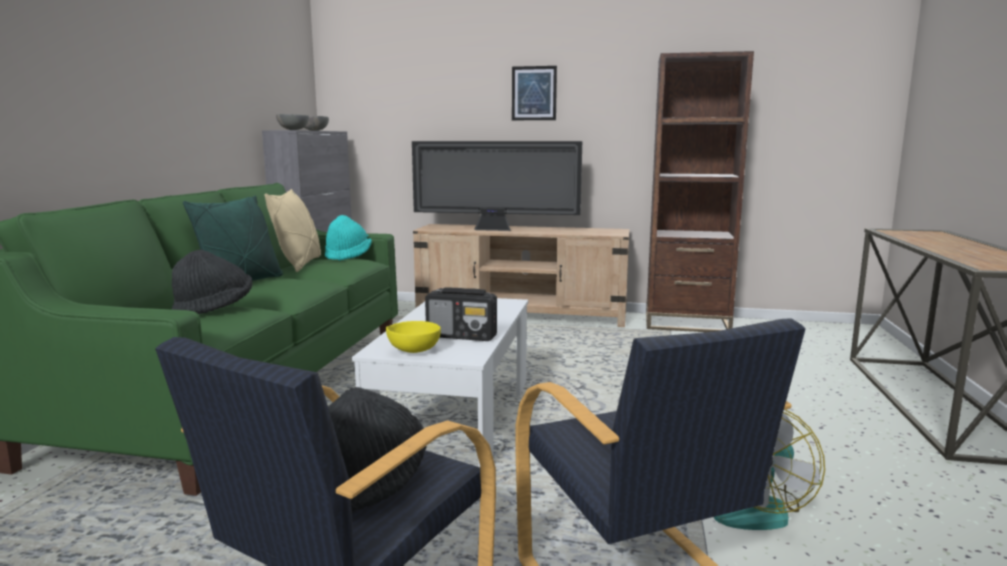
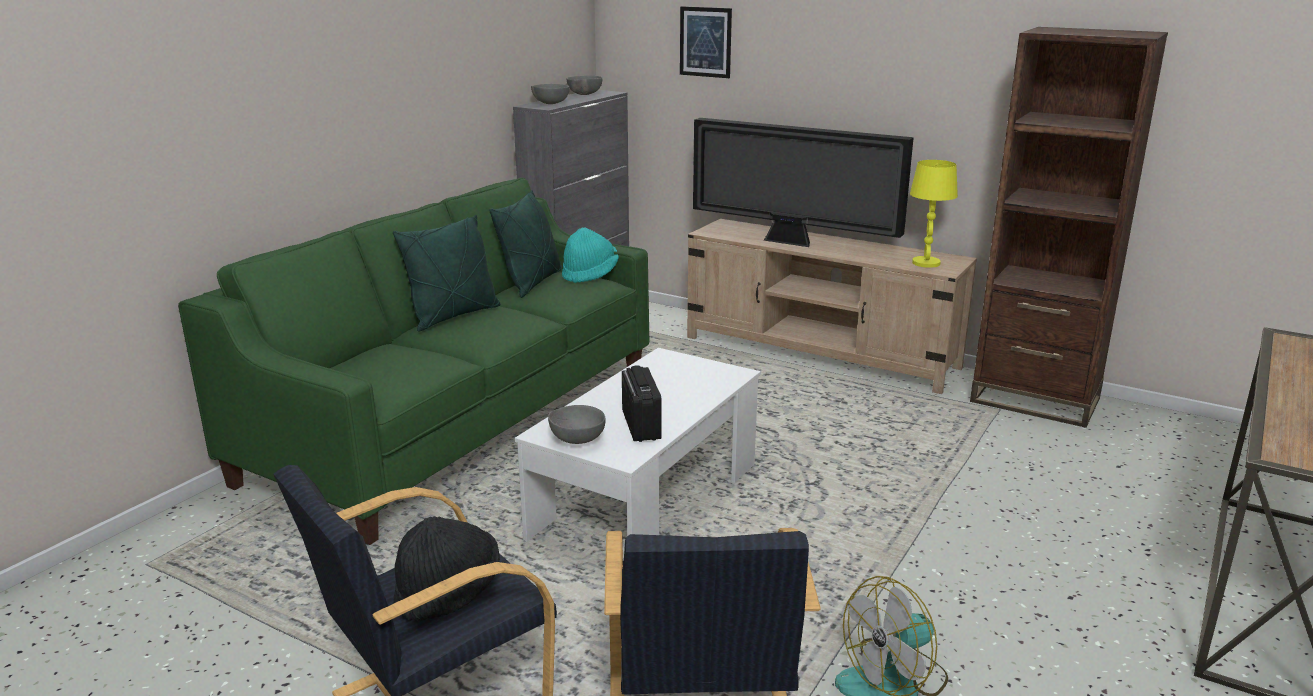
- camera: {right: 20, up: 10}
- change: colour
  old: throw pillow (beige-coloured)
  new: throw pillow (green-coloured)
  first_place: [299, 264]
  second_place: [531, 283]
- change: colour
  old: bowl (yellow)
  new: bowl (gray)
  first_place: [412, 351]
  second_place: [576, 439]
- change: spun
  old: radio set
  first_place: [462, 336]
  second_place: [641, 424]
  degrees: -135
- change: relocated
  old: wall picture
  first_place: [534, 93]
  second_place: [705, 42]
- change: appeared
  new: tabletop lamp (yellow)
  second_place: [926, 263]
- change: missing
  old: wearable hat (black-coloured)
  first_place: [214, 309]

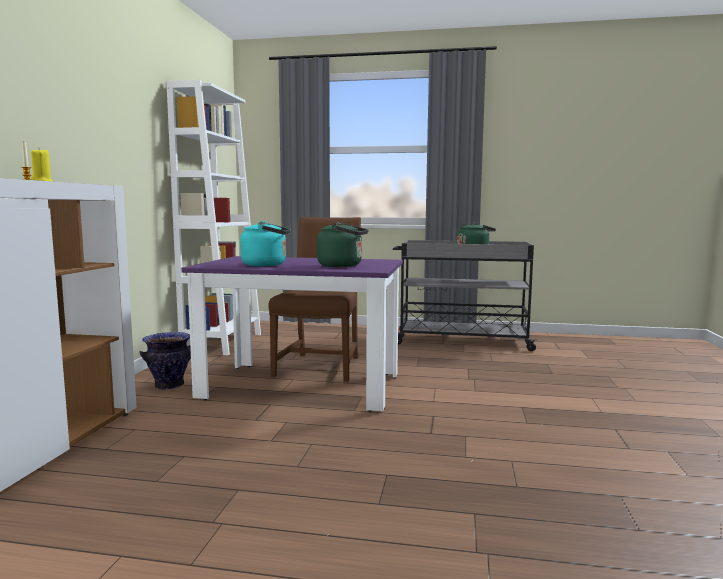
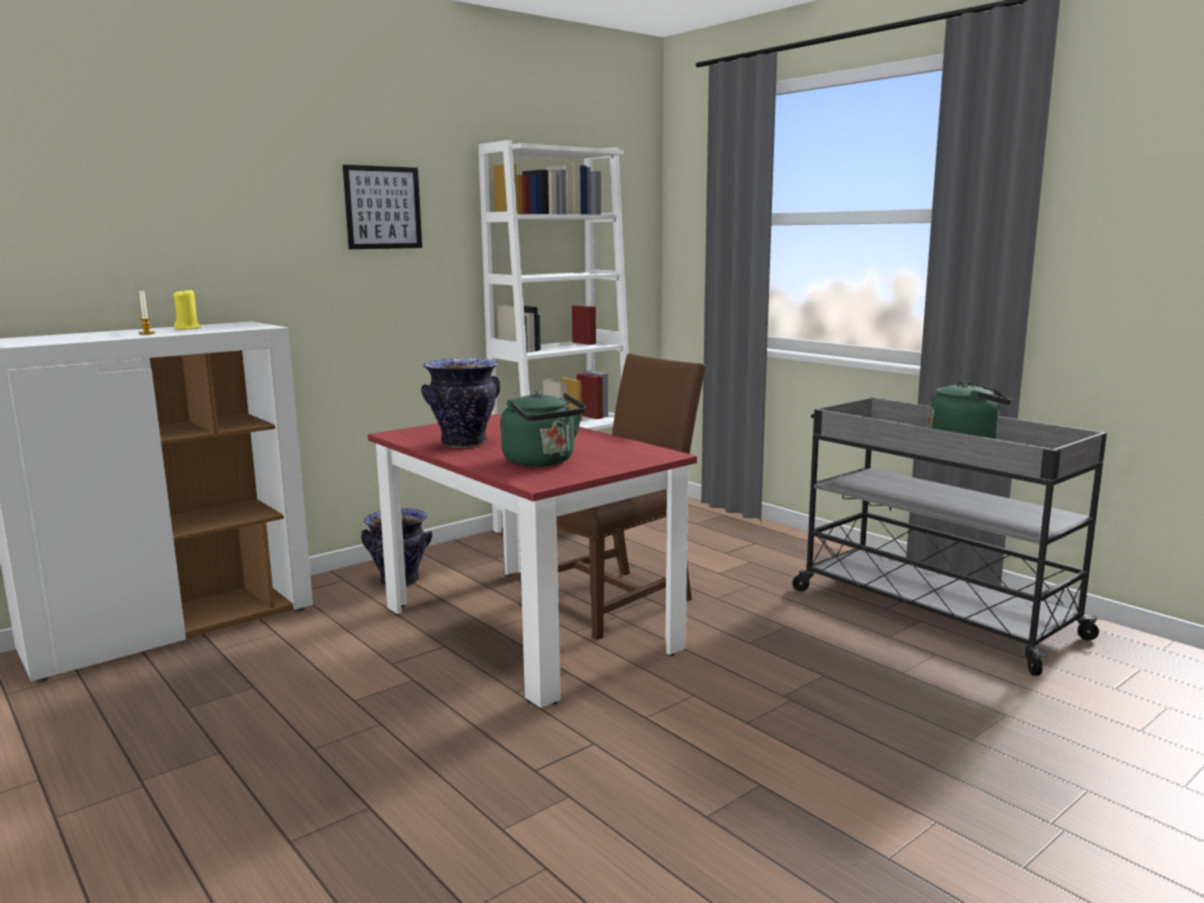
- camera: {right: 40, up: 5}
- change: appeared
  new: wall picture
  second_place: [383, 207]
- change: colour
  old: dining table (purplish)
  new: dining table (red)
  first_place: [302, 386]
  second_place: [528, 629]
- change: exchanged
  old: kettle (turquoise)
  new: decorative vase
  first_place: [267, 265]
  second_place: [464, 444]

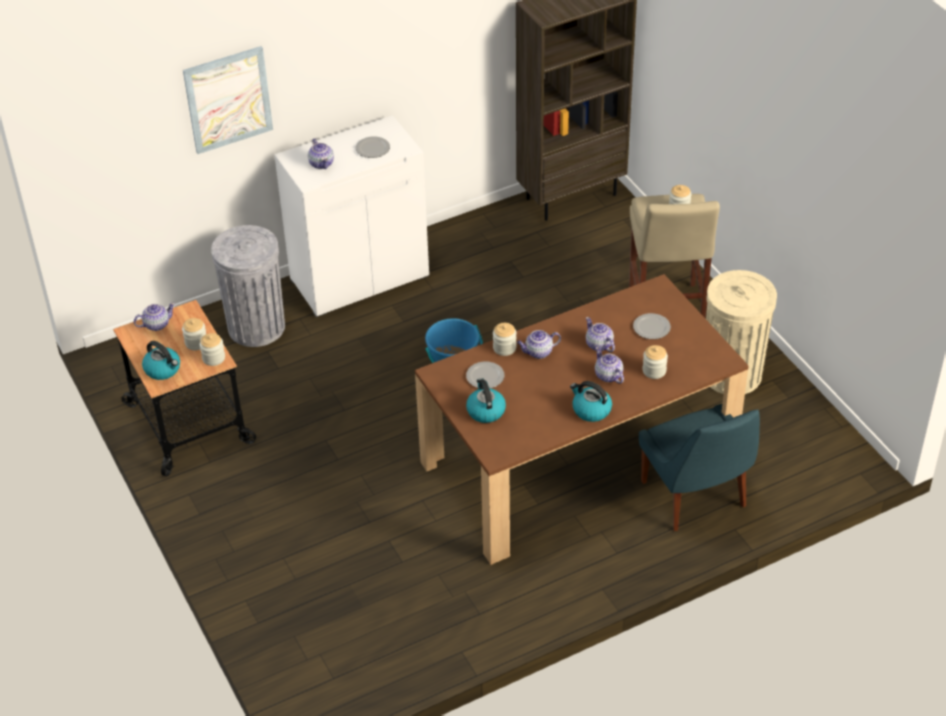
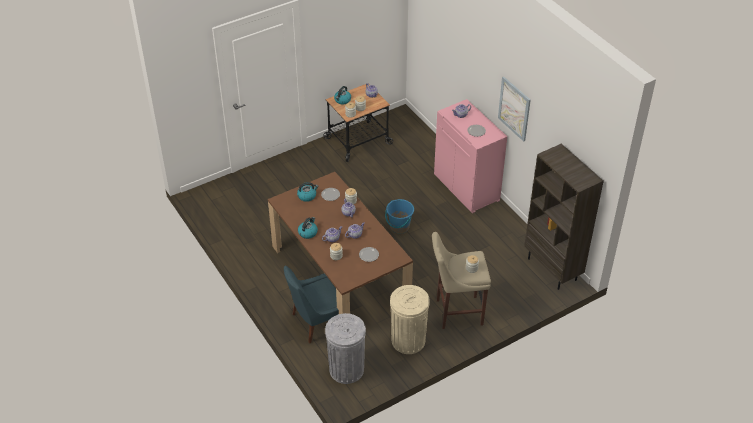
- camera: {right: 85, up: 0}
- change: relocated
  old: waste bin (gray)
  first_place: [256, 327]
  second_place: [346, 369]
- change: colour
  old: cupboard (white-coloured)
  new: cupboard (pink)
  first_place: [359, 277]
  second_place: [467, 187]
- change: relocated
  old: wall picture
  first_place: [228, 99]
  second_place: [514, 108]

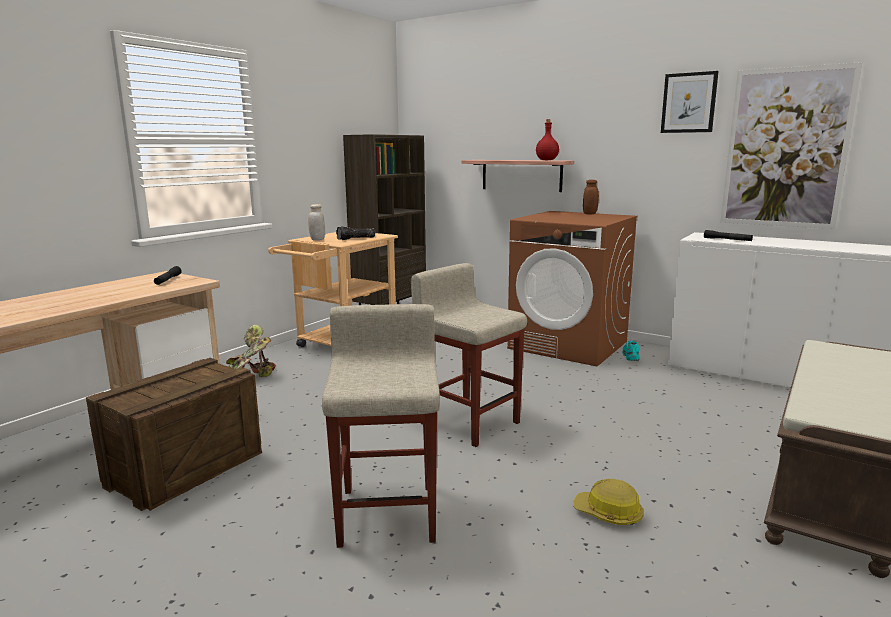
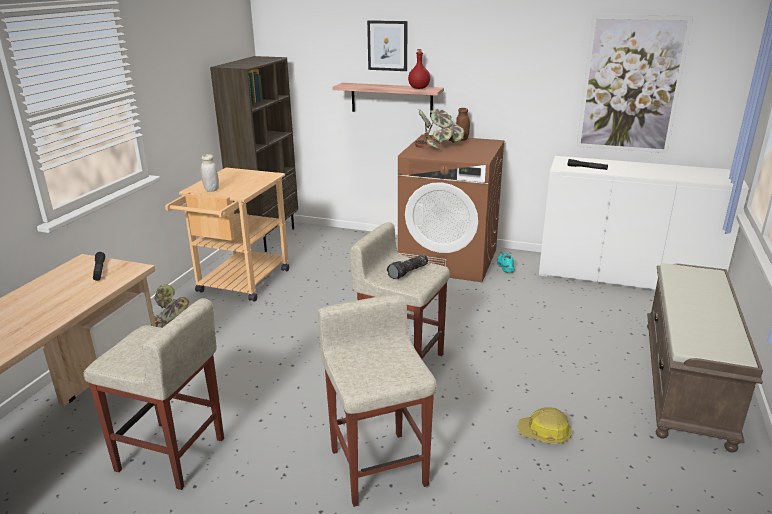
- camera: {right: -15, up: 10}
- change: exchanged
  old: crate
  new: stool (beige-coloured)
  first_place: [184, 469]
  second_place: [172, 455]
- change: relocated
  old: wall picture
  first_place: [688, 103]
  second_place: [387, 45]
- change: relocated
  old: flashlight
  first_place: [356, 239]
  second_place: [408, 272]
- change: appeared
  new: houseplant
  second_place: [438, 146]

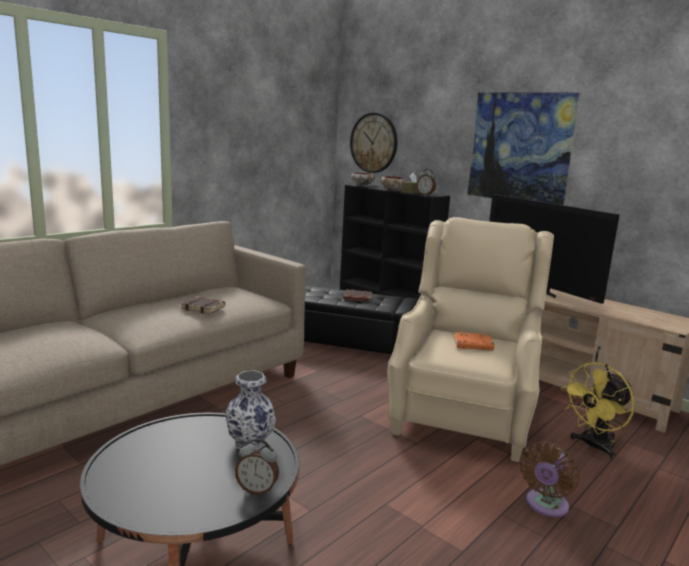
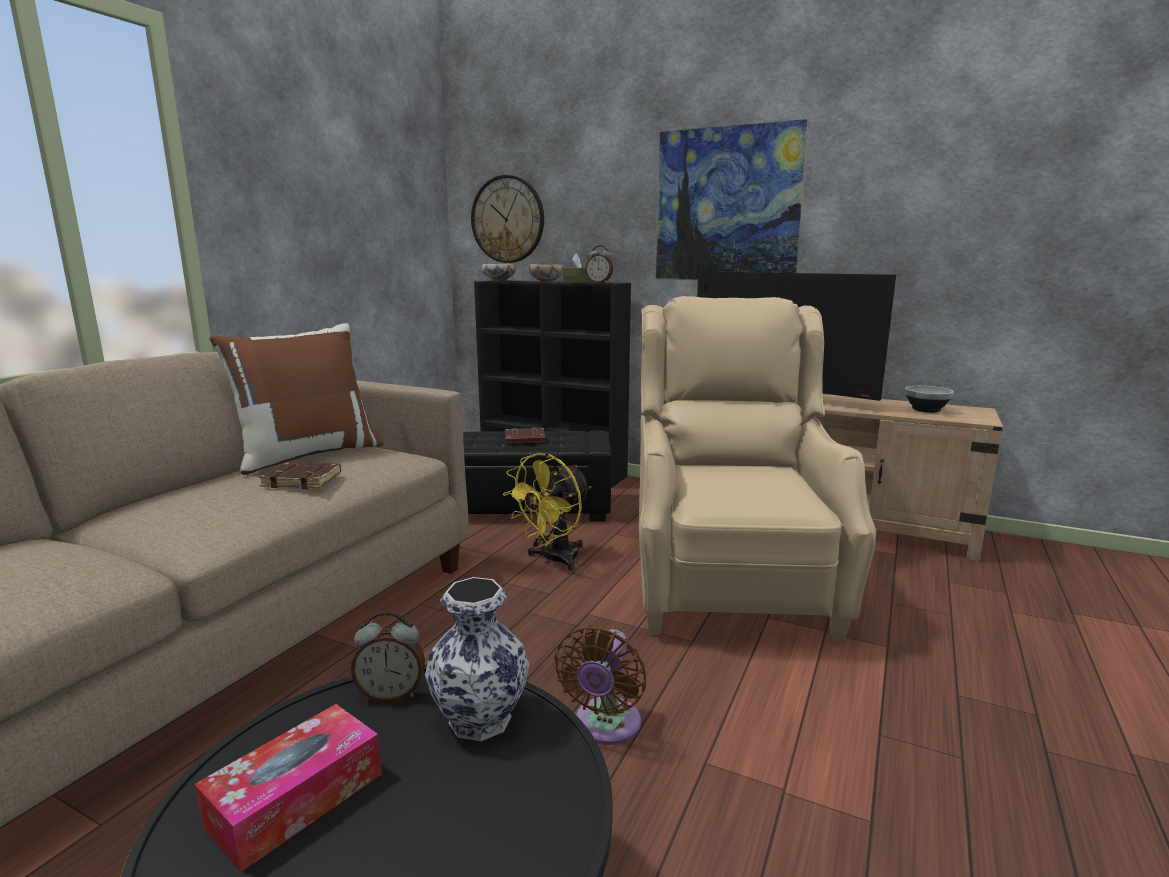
- camera: {right: -15, up: 0}
- change: appeared
  new: tissue holder
  second_place: [296, 799]
- change: appeared
  new: throw pillow (brown-coloured)
  second_place: [308, 455]
- change: relocated
  old: alarm clock
  first_place: [257, 489]
  second_place: [391, 694]
- change: relocated
  old: fan (yellow)
  first_place: [593, 446]
  second_place: [553, 560]
- change: relocated
  old: fan (brown-coloured)
  first_place: [545, 506]
  second_place: [605, 727]
- change: appeared
  new: bowl
  second_place: [926, 410]
- change: missing
  old: bound book (orangey)
  first_place: [472, 345]

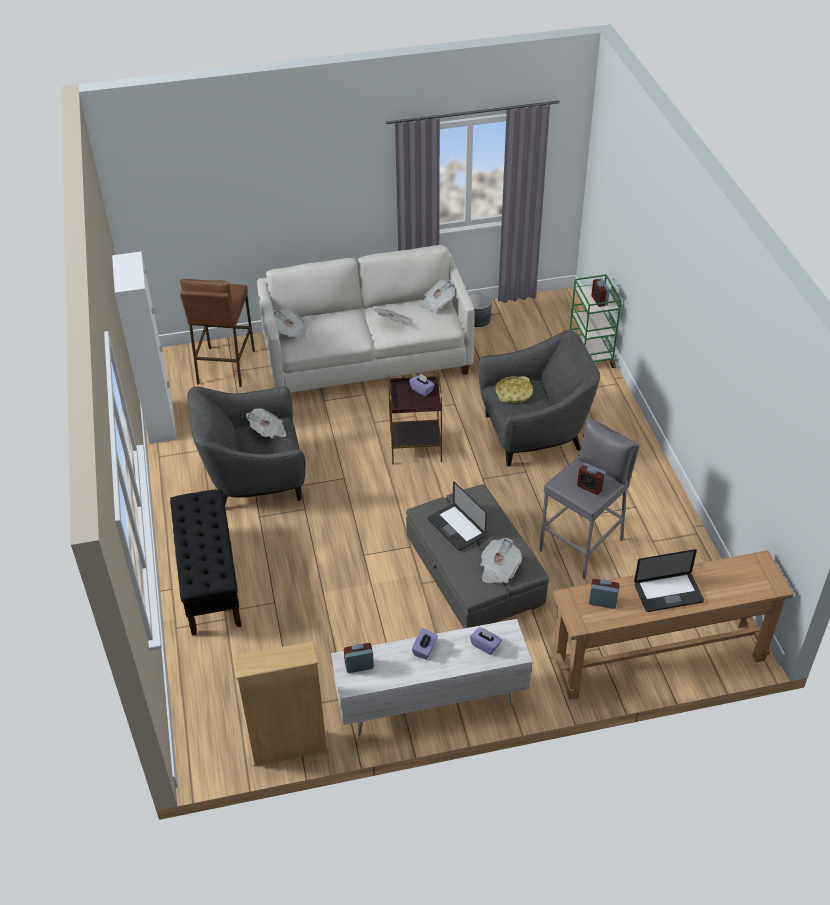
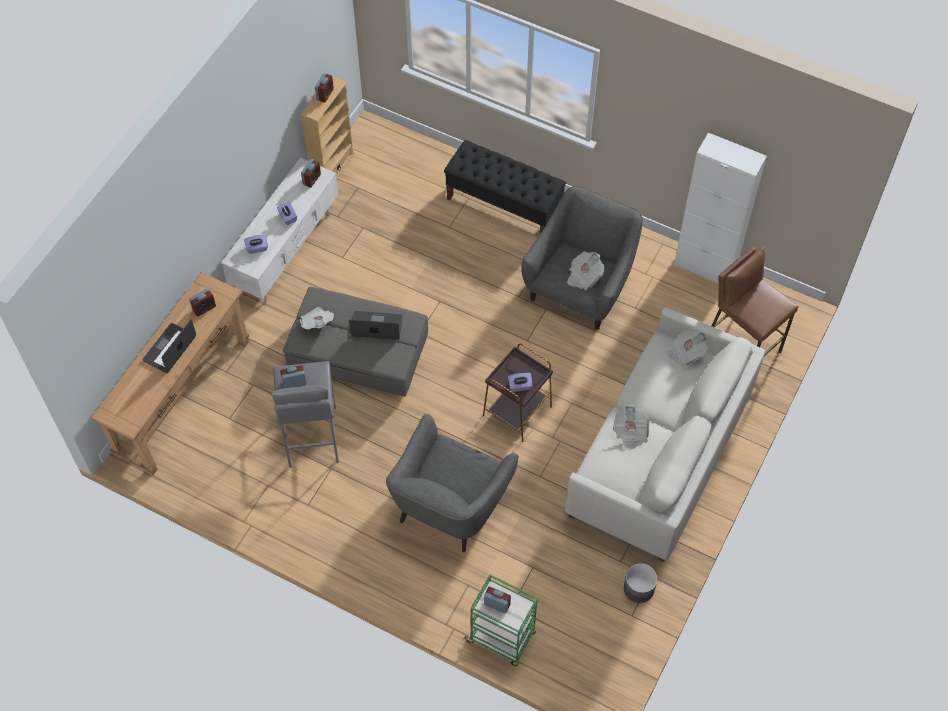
- camera: {right: 130, up: 15}
- change: appeared
  new: alarm clock
  second_place: [325, 94]
- change: missing
  old: printed paper
  first_place: [436, 303]
- change: missing
  old: carrying tray (yellow)
  first_place: [514, 392]

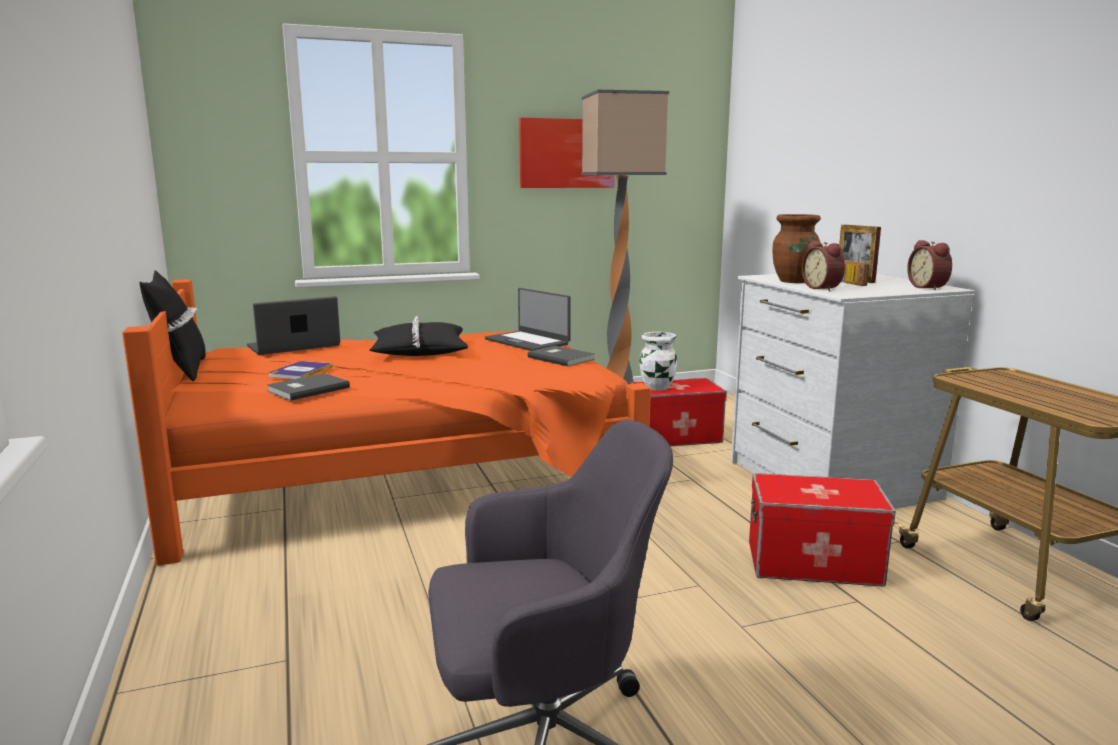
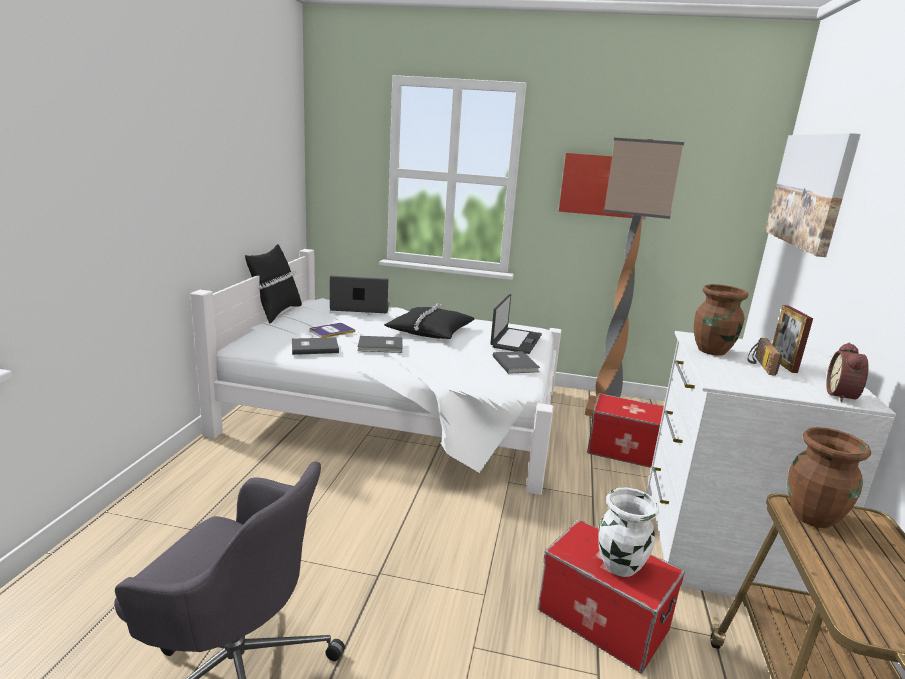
- camera: {right: 30, up: 5}
- change: colour
  old: bedroom bed (orangey)
  new: bedroom bed (white-coloured)
  first_place: [405, 467]
  second_place: [400, 412]
- change: appeared
  new: bound book (gray)
  second_place: [381, 346]
- change: spun
  old: portable computer
  first_place: [528, 341]
  second_place: [515, 341]
  degrees: -150
- change: relocated
  old: decorative vase (white-coloured)
  first_place: [657, 387]
  second_place: [619, 566]
- change: appeared
  new: wall picture
  second_place: [810, 190]
- change: appeared
  new: decorative vase (brown-coloured)
  second_place: [813, 517]
- change: missing
  old: alarm clock
  first_place: [823, 288]

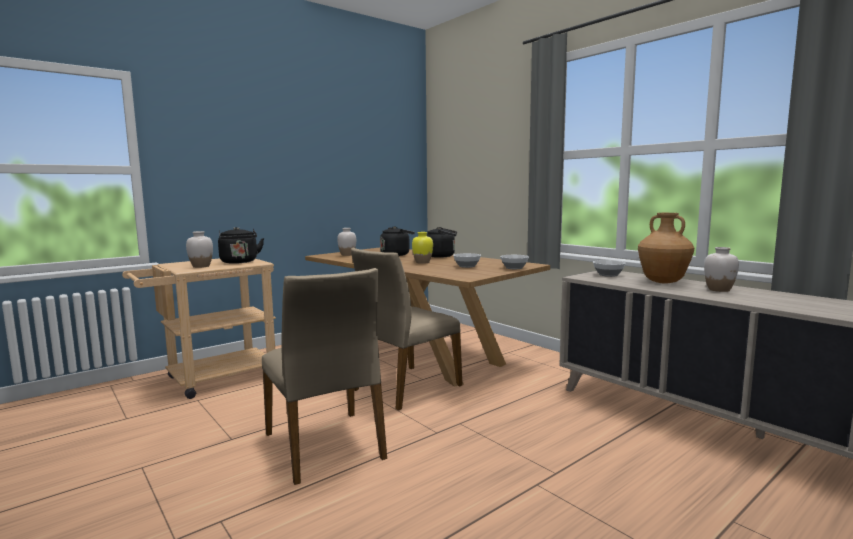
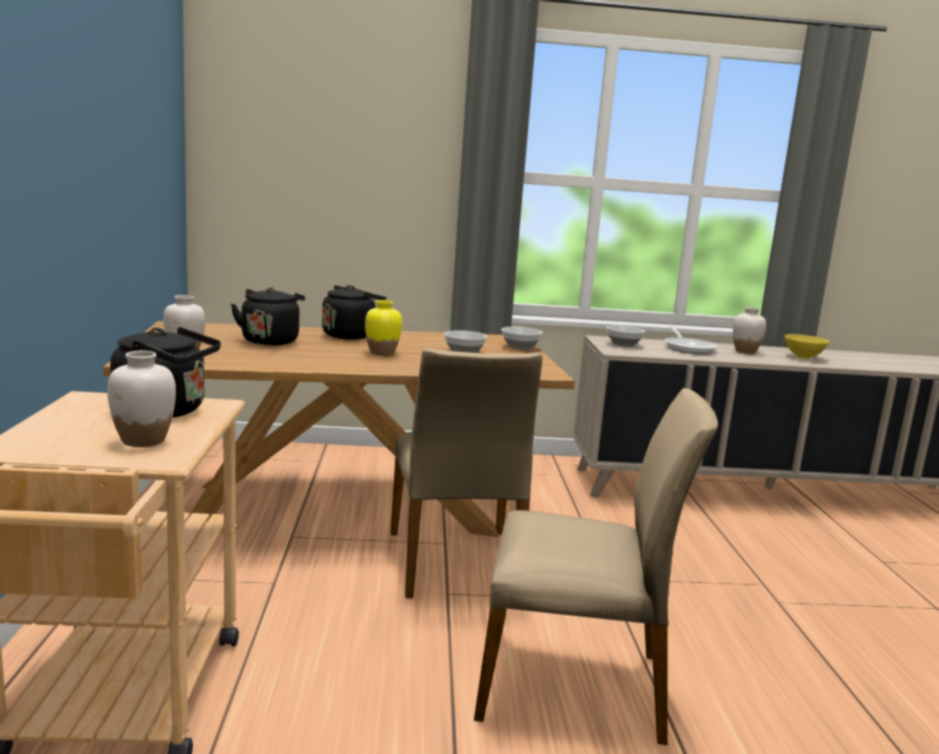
- camera: {right: -55, up: 5}
- change: exchanged
  old: decorative vase (brown-coloured)
  new: frying pan
  first_place: [663, 282]
  second_place: [688, 348]
- change: appeared
  new: bowl (yellow)
  second_place: [802, 357]

